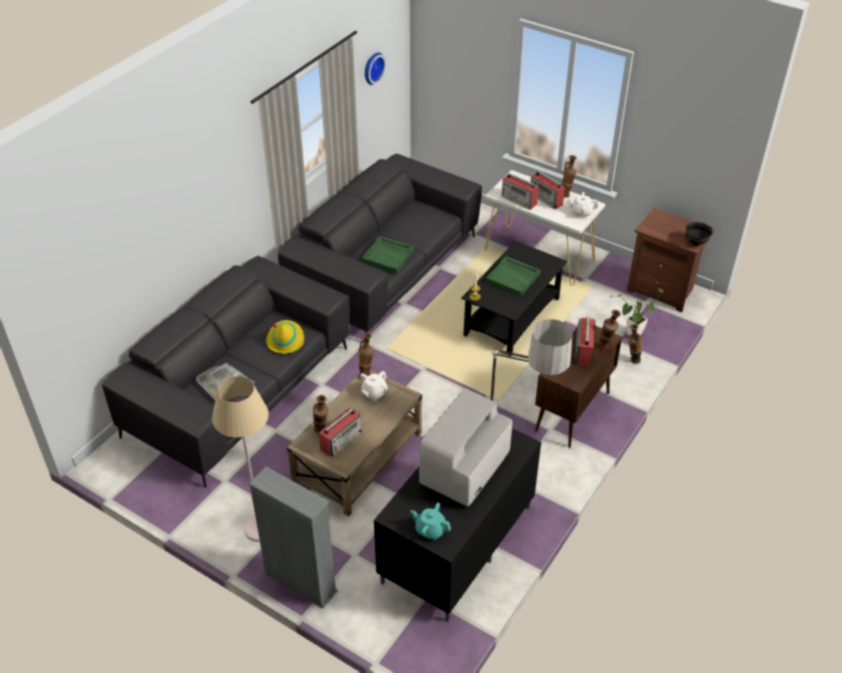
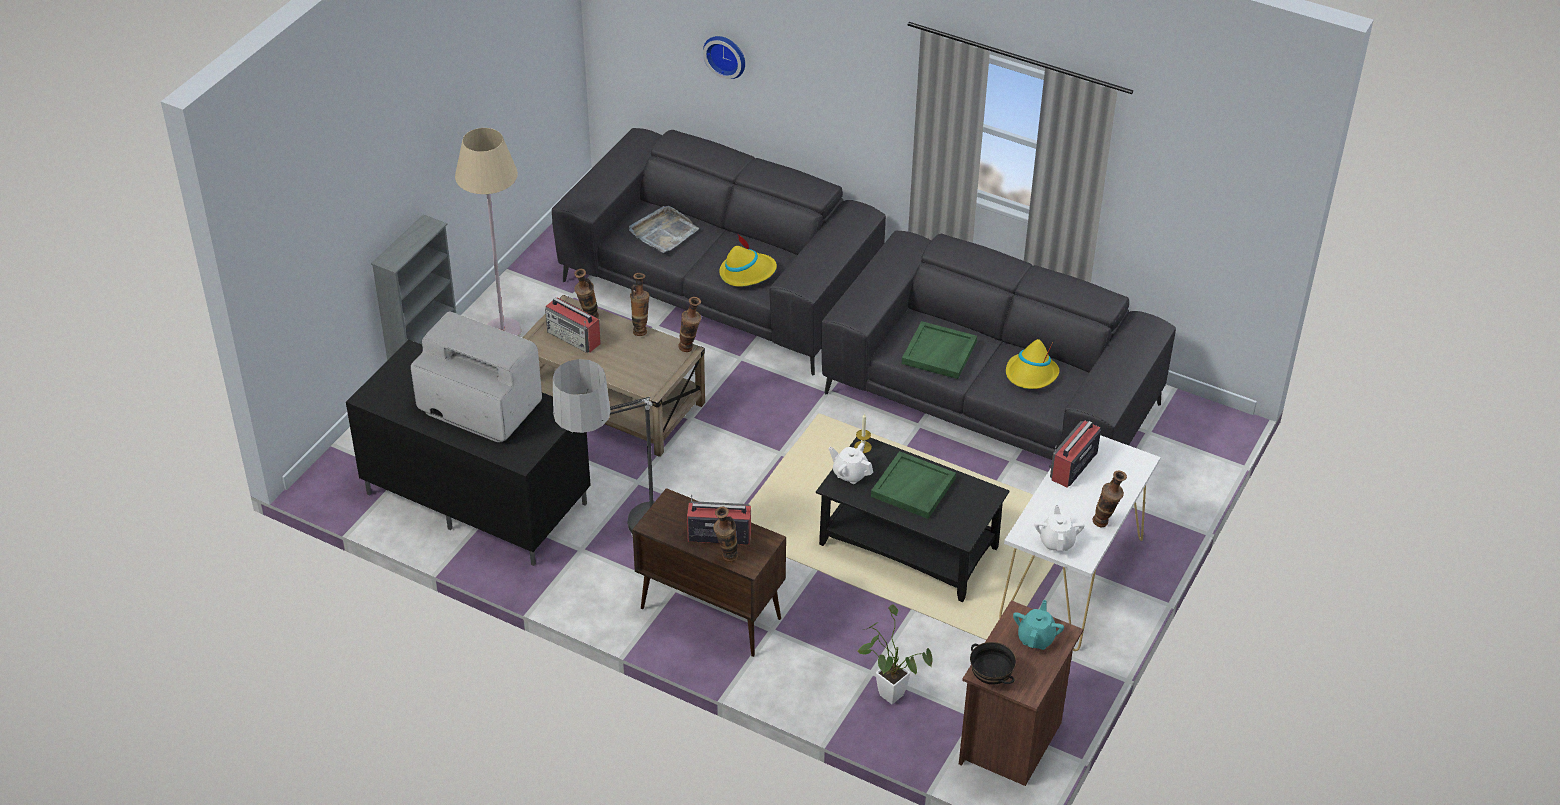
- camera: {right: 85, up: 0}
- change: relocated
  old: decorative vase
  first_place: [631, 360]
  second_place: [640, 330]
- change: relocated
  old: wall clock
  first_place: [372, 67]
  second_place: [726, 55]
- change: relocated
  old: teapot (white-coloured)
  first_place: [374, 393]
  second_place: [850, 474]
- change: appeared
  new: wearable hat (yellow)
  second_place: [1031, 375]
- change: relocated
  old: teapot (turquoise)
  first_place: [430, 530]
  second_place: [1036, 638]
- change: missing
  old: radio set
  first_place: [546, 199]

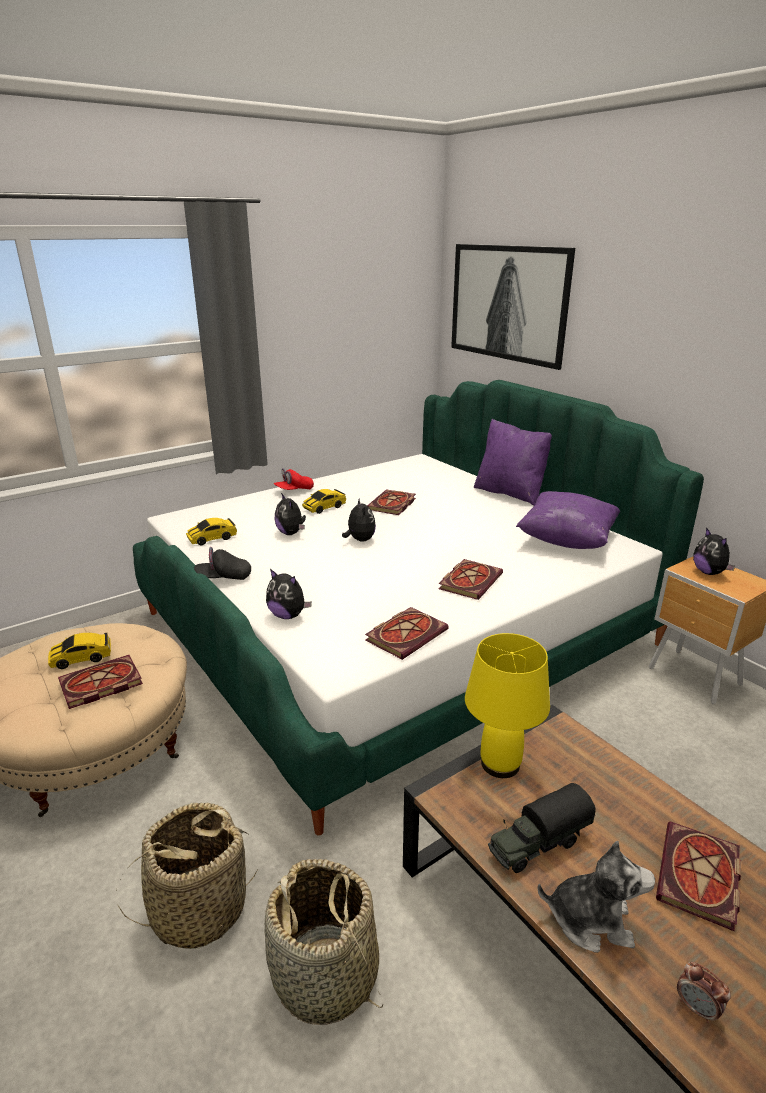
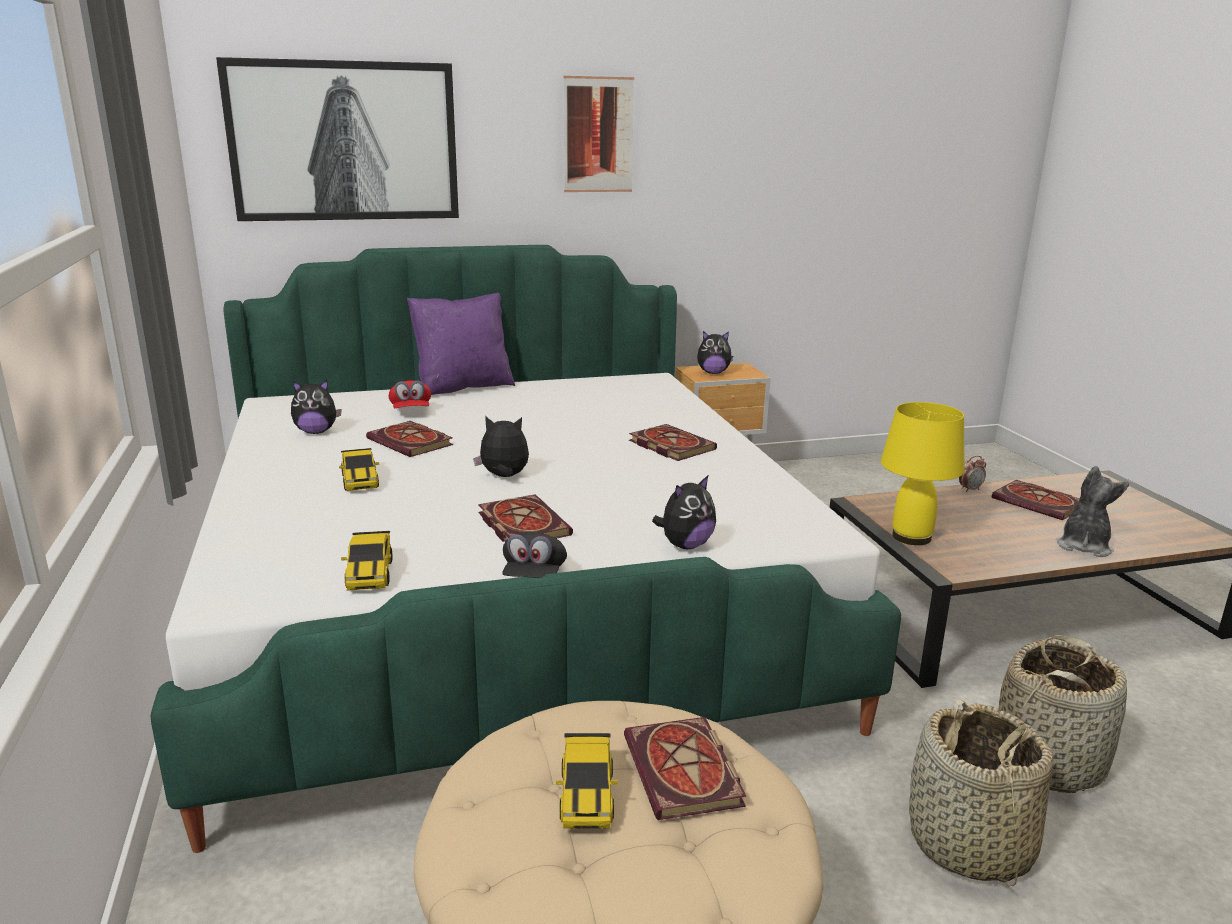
- camera: {right: -70, up: -5}
- change: relocated
  old: cuddly toy
  first_place: [291, 533]
  second_place: [316, 432]
- change: relocated
  old: cap (red)
  first_place: [294, 490]
  second_place: [411, 411]
- change: relocated
  old: bound book
  first_place: [406, 634]
  second_place: [521, 524]
- change: appeared
  new: wall picture
  second_place: [598, 135]
- change: relocated
  old: alarm clock
  first_place: [697, 1008]
  second_place: [970, 489]
- change: missing
  old: model truck
  first_place: [537, 844]
- change: missing
  old: throw pillow (purplish)
  first_place: [567, 540]

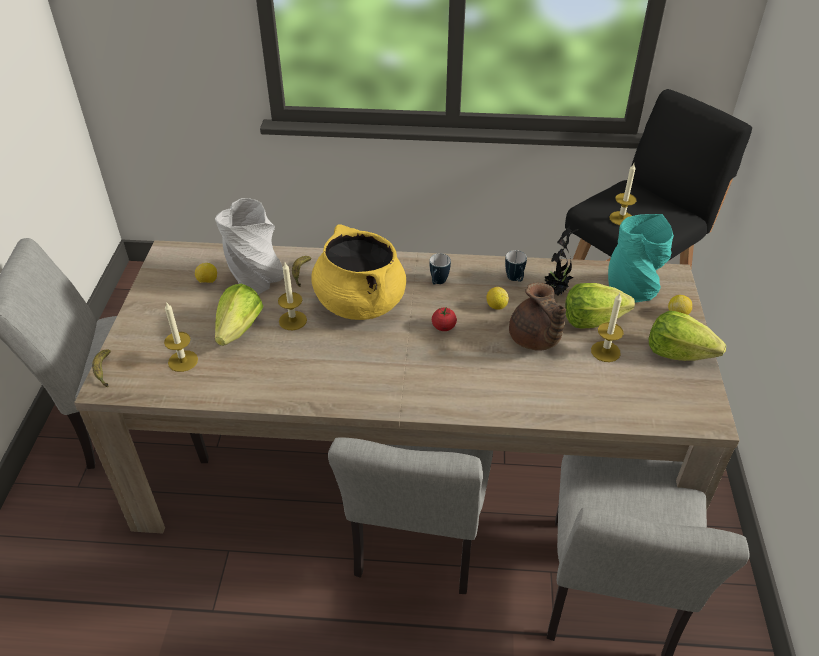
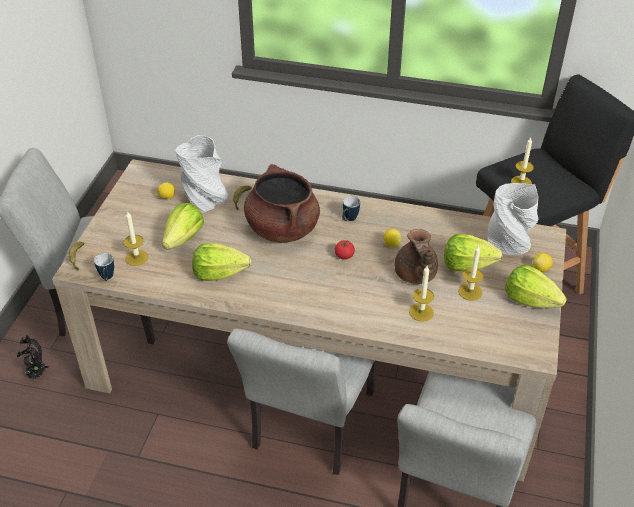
- camera: {right: 10, up: 0}
- change: relocated
  old: houseplant
  first_place: [556, 291]
  second_place: [37, 375]
- change: relocated
  old: coffee mug
  first_place: [515, 280]
  second_place: [107, 278]
- change: appeared
  new: lettuce
  second_place: [219, 273]
- change: colour
  old: cooking pot (yellow)
  new: cooking pot (brown-coloured)
  first_place: [359, 303]
  second_place: [282, 228]
- change: relocated
  old: wax candle
  first_place: [292, 320]
  second_place: [421, 312]
- change: colour
  old: decorative vase (turquoise)
  new: decorative vase (gray)
  first_place: [632, 291]
  second_place: [508, 245]

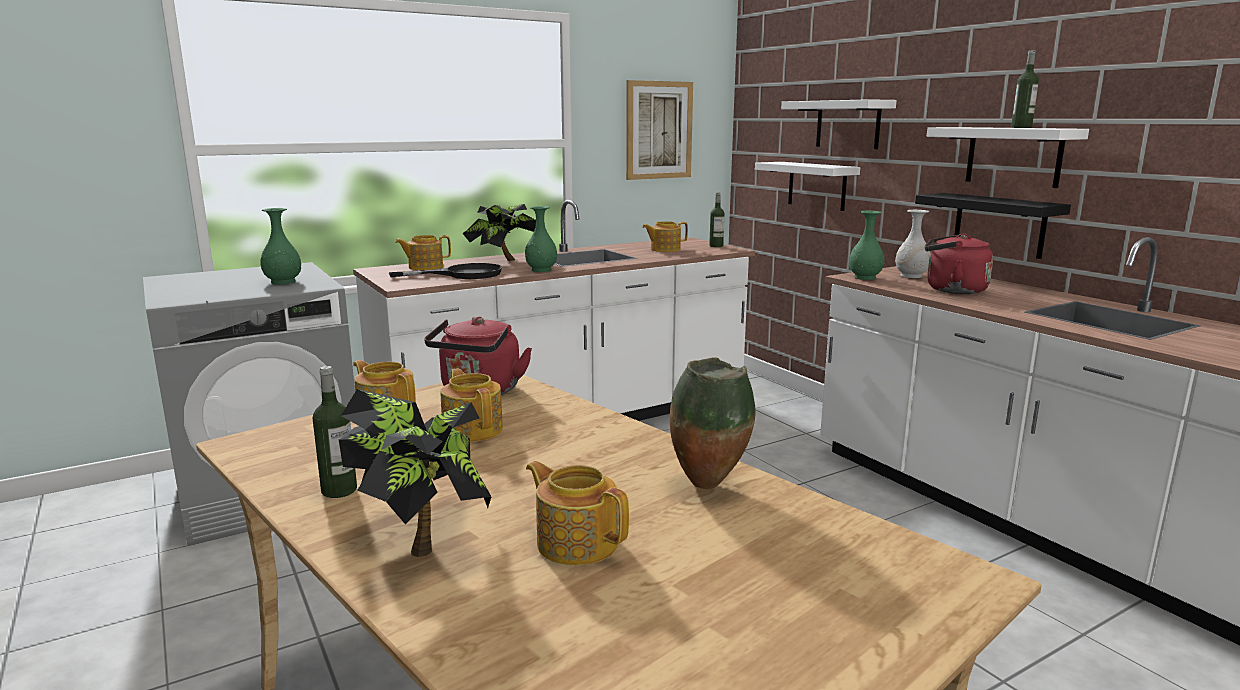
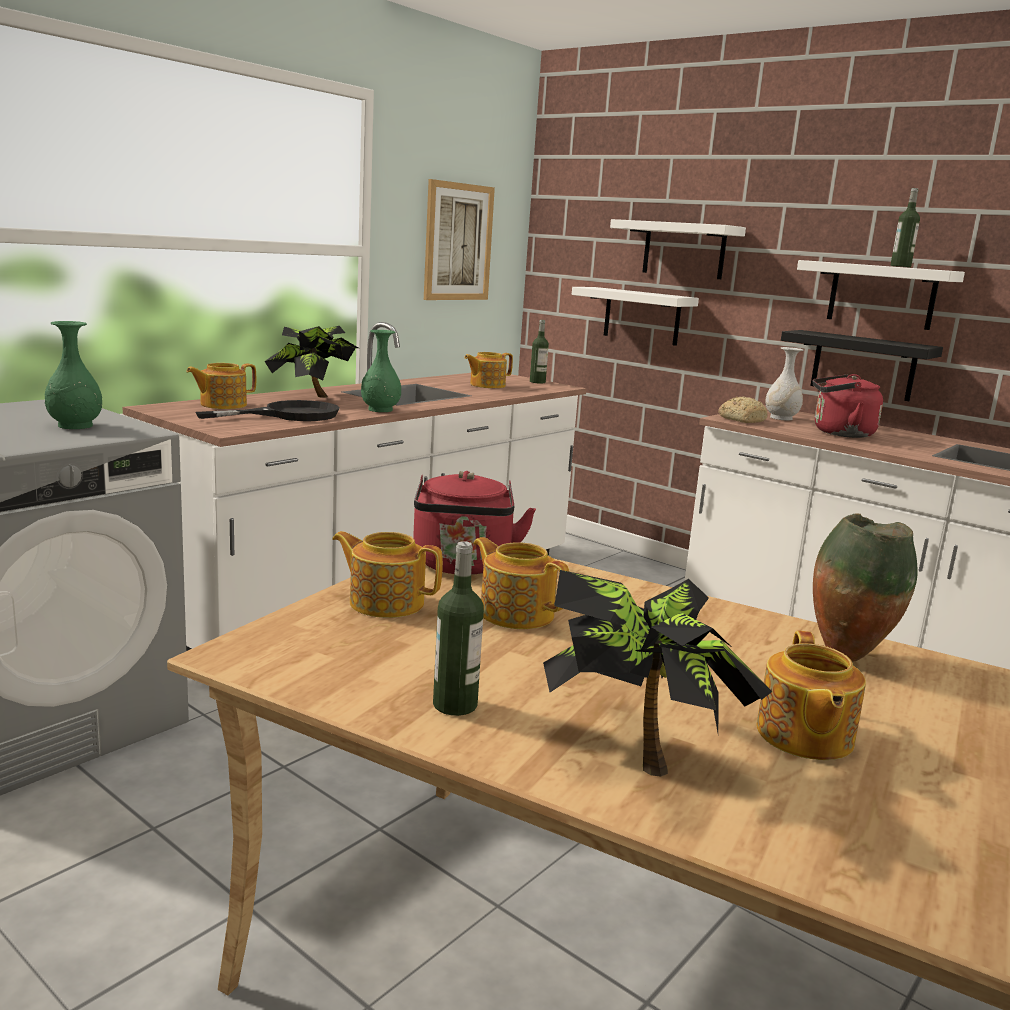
- camera: {right: -20, up: 0}
- change: exchanged
  old: decorative vase (green-coloured)
  new: bread
  first_place: [865, 277]
  second_place: [741, 420]
- change: spun
  old: teapot
  first_place: [576, 542]
  second_place: [803, 736]
  degrees: -105

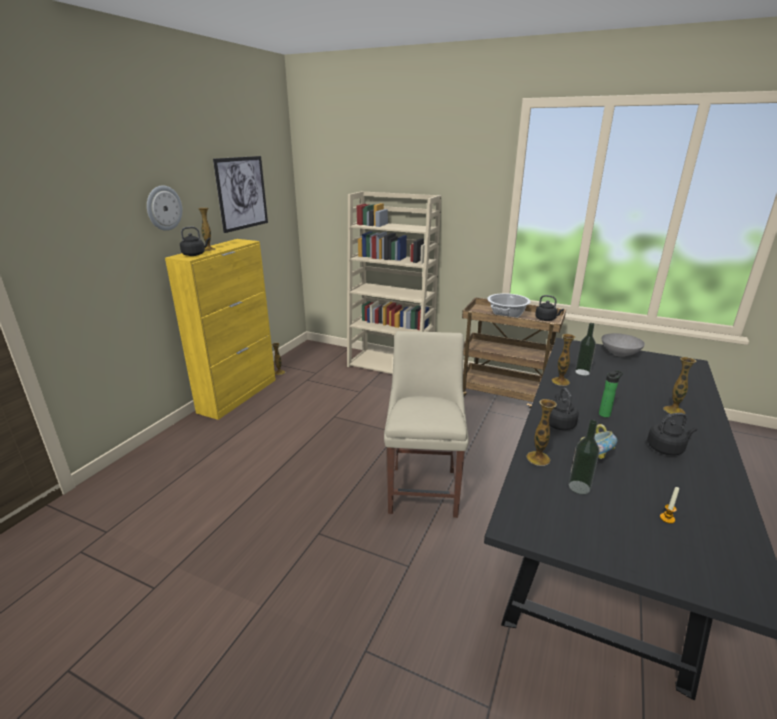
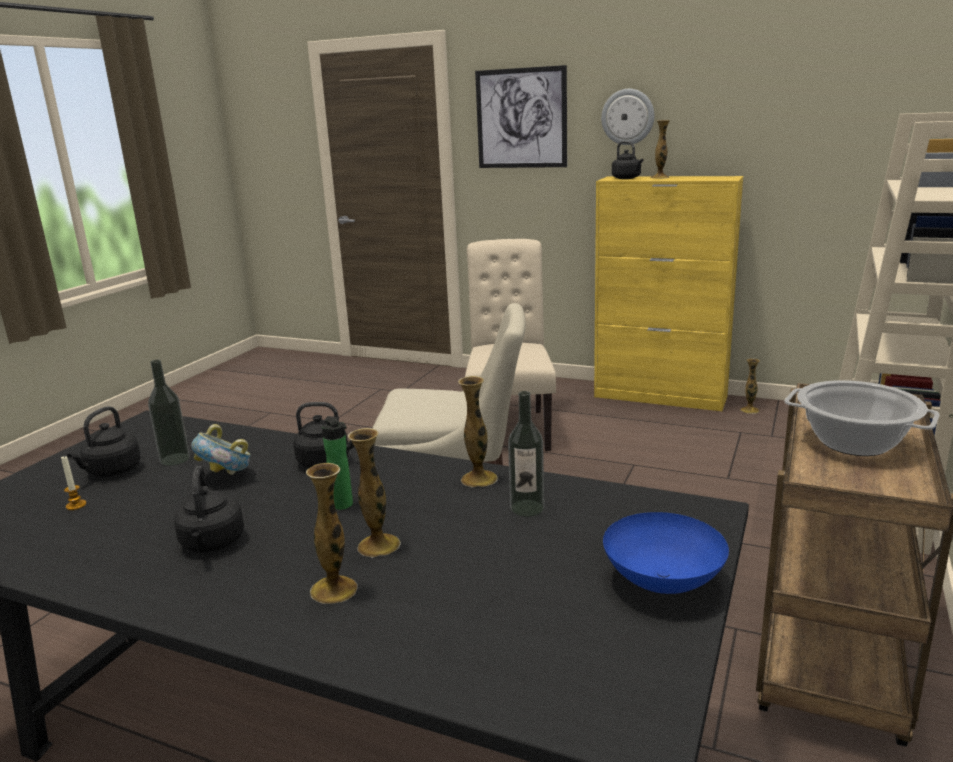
- camera: {right: 90, up: -5}
- change: relocated
  old: kettle (black-coloured)
  first_place: [546, 319]
  second_place: [111, 471]
- change: relocated
  old: decorative vase
  first_place: [538, 458]
  second_place: [378, 545]
- change: appeared
  new: chair (beige-coloured)
  second_place: [511, 427]
- change: relocated
  old: wall picture
  first_place: [242, 193]
  second_place: [521, 118]
- change: colour
  old: bowl (gray)
  new: bowl (blue)
  first_place: [620, 354]
  second_place: [663, 583]

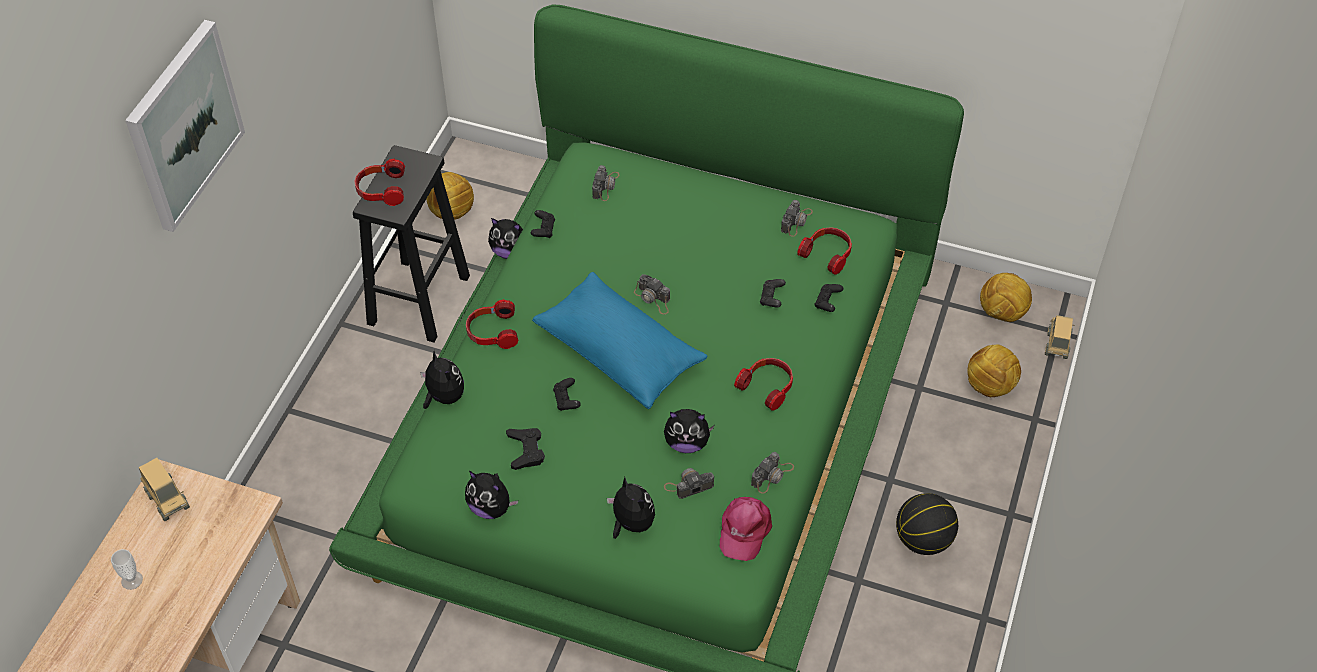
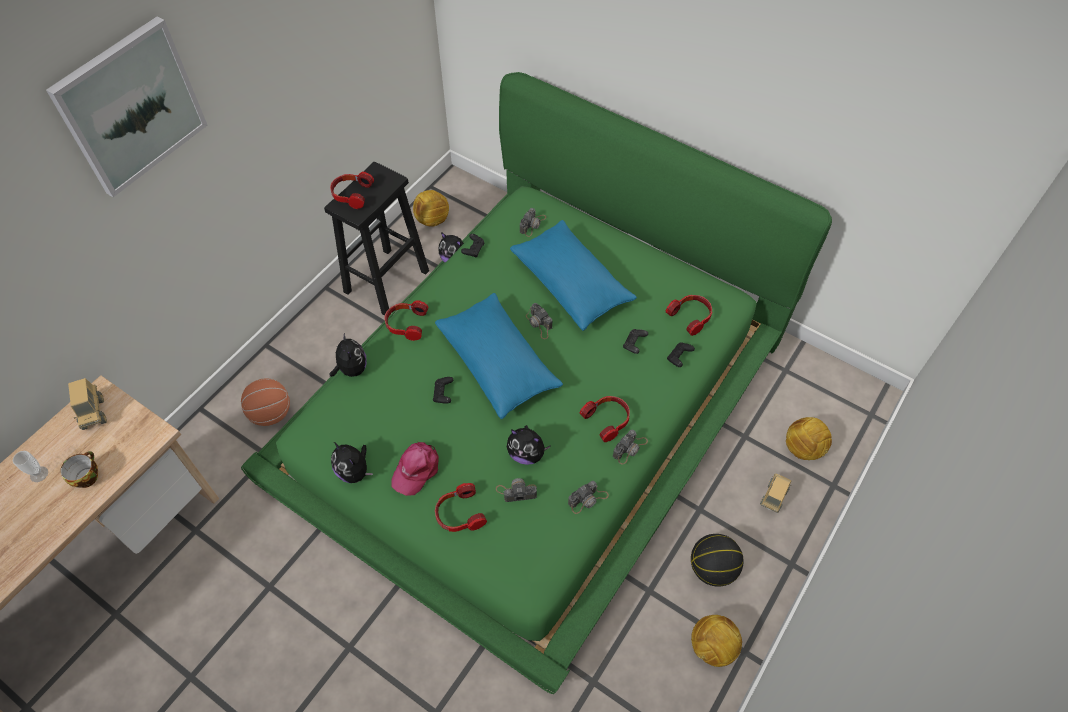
- camera: {right: 15, up: 5}
- change: appeared
  new: cup
  second_place: [87, 476]
- change: appeared
  new: ball for basketball
  second_place: [271, 413]
- change: relocated
  old: cap (pink)
  first_place: [744, 530]
  second_place: [416, 469]
- change: exchanged
  old: cuddly toy
  new: pair of headphones
  first_place: [631, 523]
  second_place: [459, 514]
- change: appeared
  new: throw pillow (blue)
  second_place: [571, 284]
- change: relocated
  old: photo camera
  first_place: [796, 221]
  second_place: [630, 448]
- change: relocated
  old: ball for football
  first_place: [1002, 313]
  second_place: [712, 647]
- change: relocated
  old: model truck
  first_place: [1057, 345]
  second_place: [773, 497]
- change: missing
  old: joypad (black-coloured)
  first_place: [526, 450]

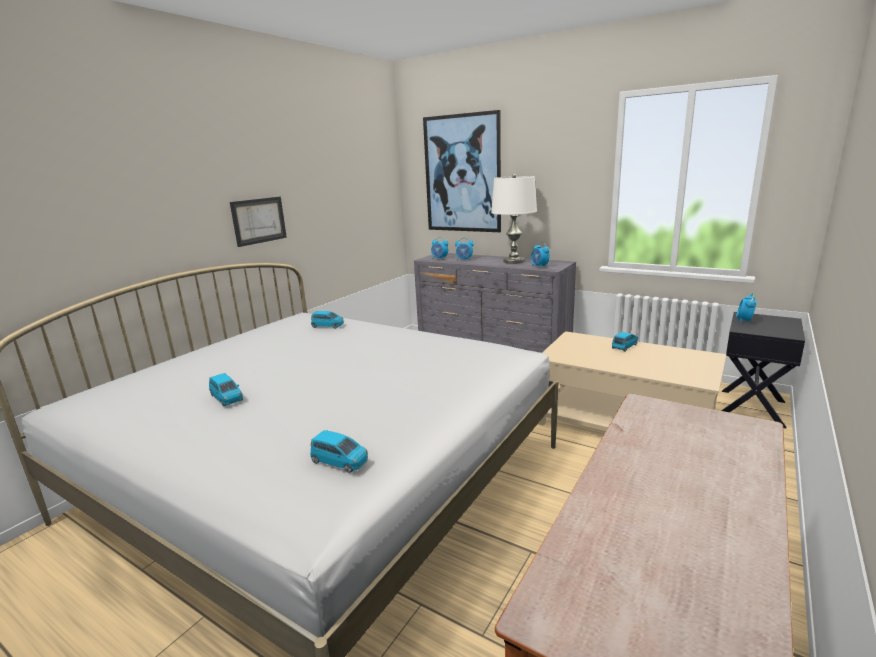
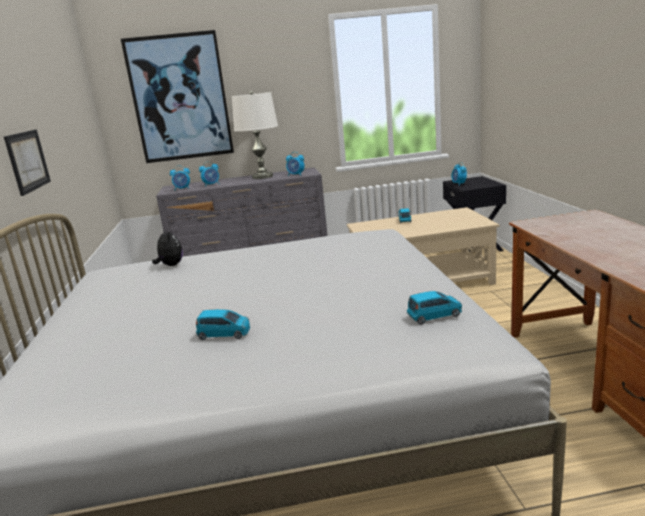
- camera: {right: -40, up: 0}
- change: exchanged
  old: model car (blue)
  new: cuddly toy
  first_place: [328, 326]
  second_place: [170, 265]

